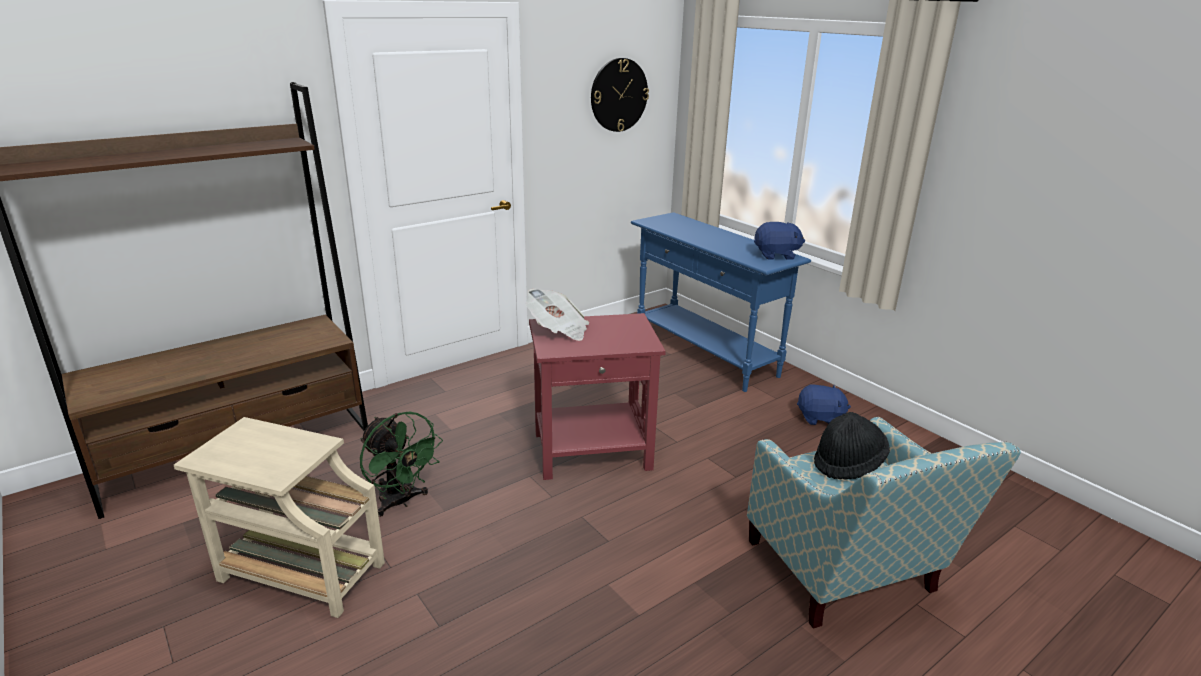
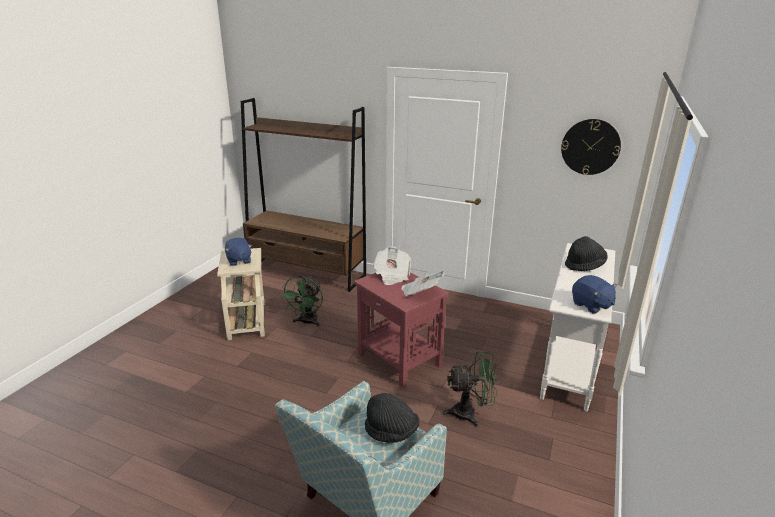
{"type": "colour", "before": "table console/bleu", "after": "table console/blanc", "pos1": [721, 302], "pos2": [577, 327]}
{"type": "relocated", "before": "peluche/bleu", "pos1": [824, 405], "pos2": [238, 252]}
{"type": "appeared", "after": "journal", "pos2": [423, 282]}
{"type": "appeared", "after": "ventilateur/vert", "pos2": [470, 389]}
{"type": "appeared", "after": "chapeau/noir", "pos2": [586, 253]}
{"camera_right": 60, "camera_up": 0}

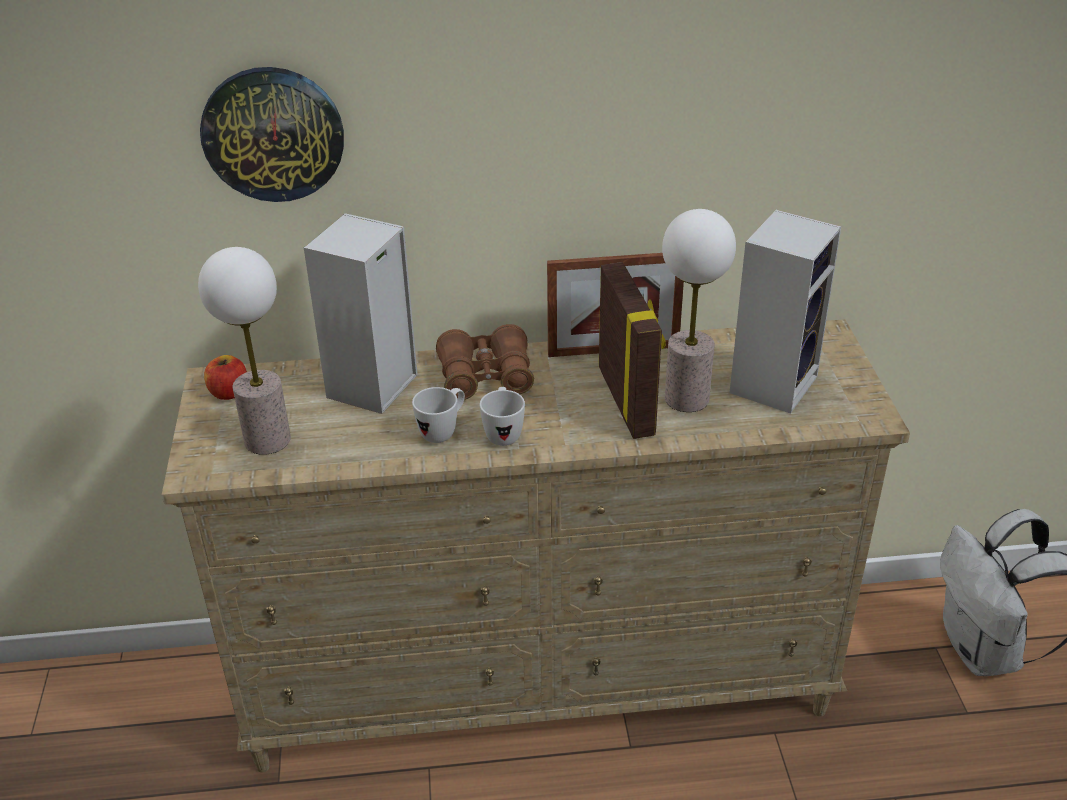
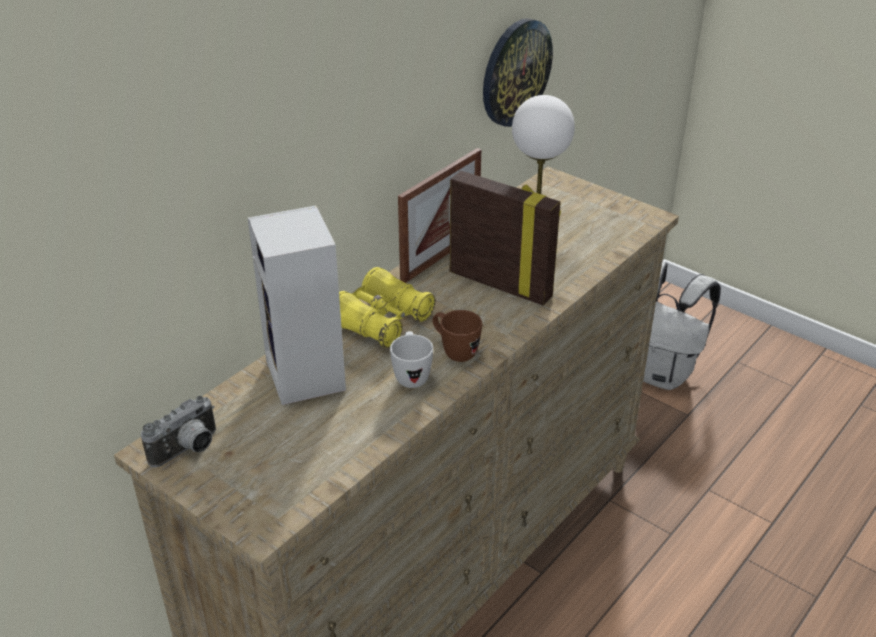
{"type": "missing", "before": "lampe de table", "pos1": [244, 351]}
{"type": "relocated", "before": "horloge murale", "pos1": [272, 134], "pos2": [518, 72]}
{"type": "exchanged", "before": "pomme", "after": "appareil photo", "pos1": [225, 377], "pos2": [178, 432]}
{"type": "colour", "before": "jumelles/marron", "after": "jumelles/jaune", "pos1": [485, 362], "pos2": [387, 307]}
{"type": "colour", "before": "mug/blanc", "after": "mug/marron", "pos1": [502, 416], "pos2": [457, 336]}
{"type": "missing", "before": "enceinte", "pos1": [785, 312]}
{"camera_right": -45, "camera_up": 0}

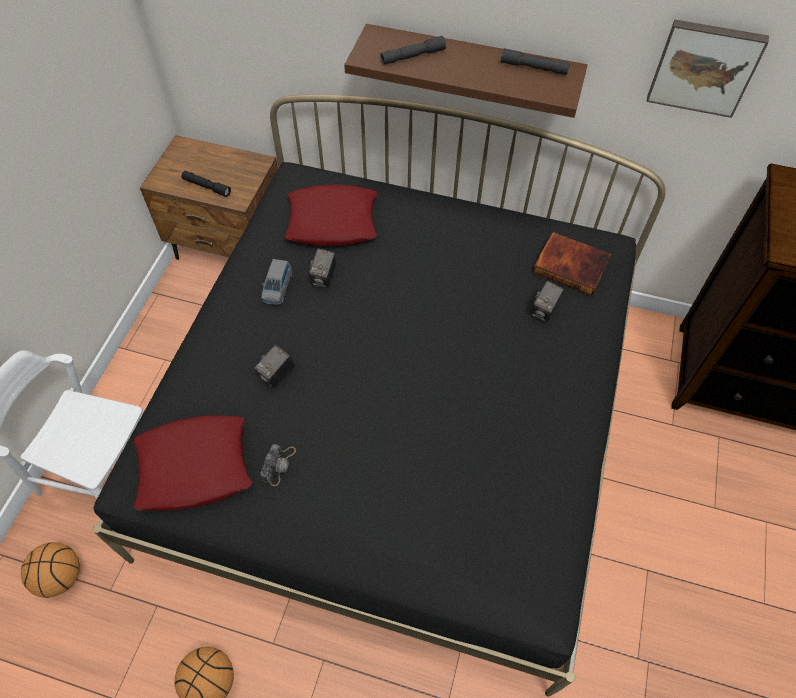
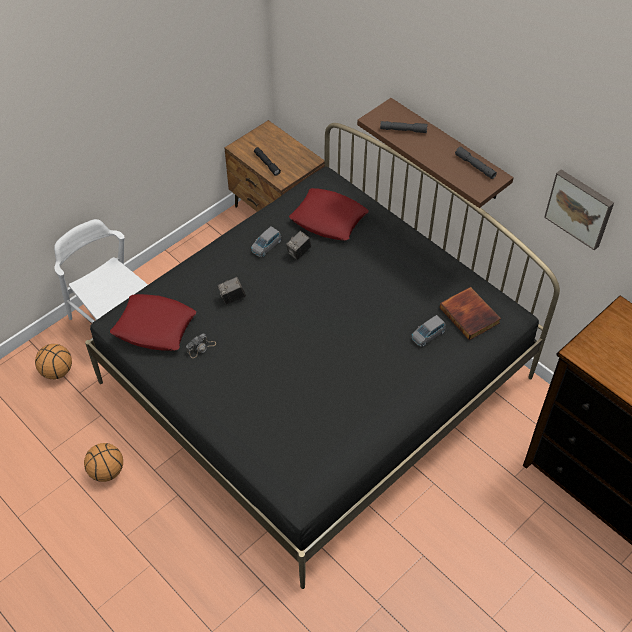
{"type": "exchanged", "before": "appareil photo", "after": "petite voiture/gris", "pos1": [547, 301], "pos2": [429, 331]}
{"camera_right": 30, "camera_up": -5}

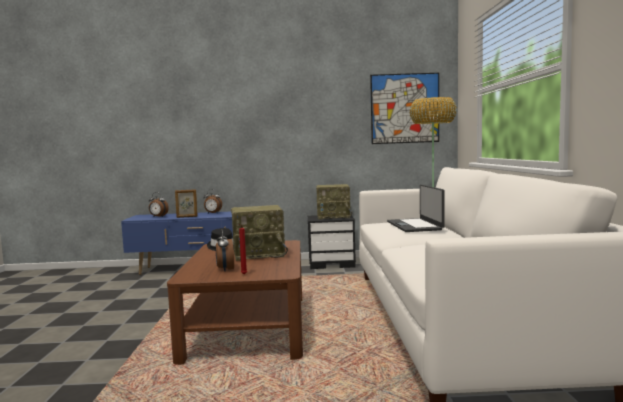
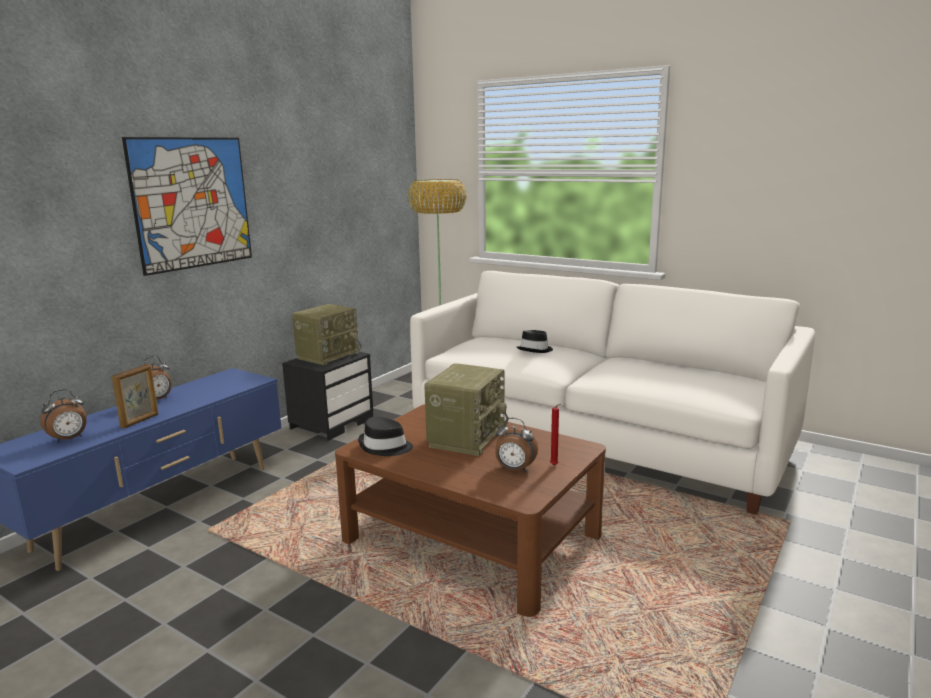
{"type": "relocated", "before": "tableau", "pos1": [404, 108], "pos2": [187, 206]}
{"type": "exchanged", "before": "ordinateur portable", "after": "chapeau/noir", "pos1": [416, 208], "pos2": [535, 341]}
{"camera_right": -55, "camera_up": 10}

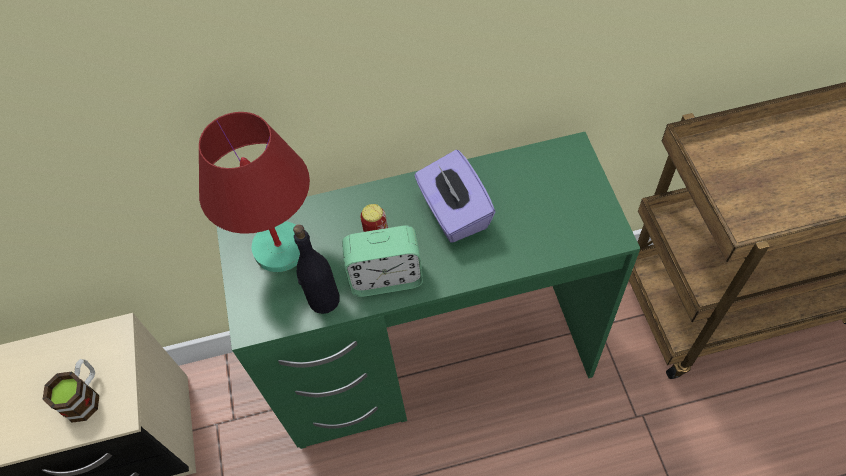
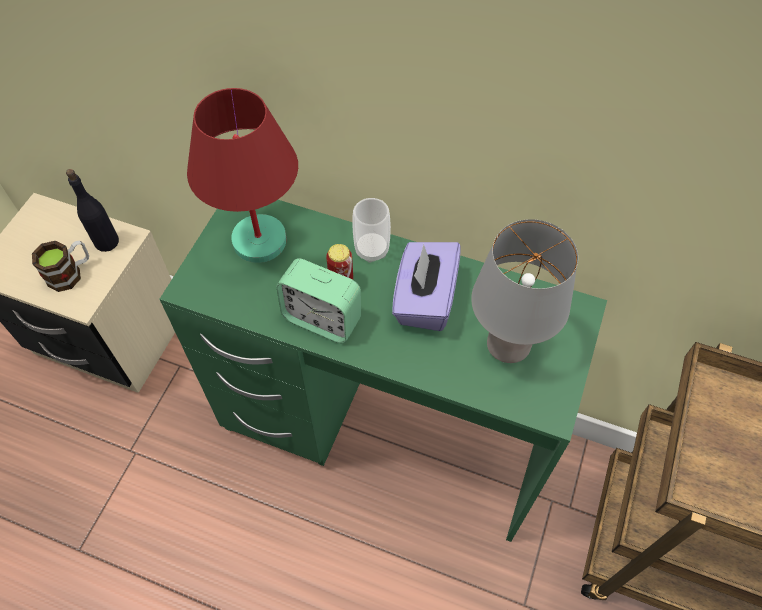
{"type": "relocated", "before": "bouteille/noir", "pos1": [316, 269], "pos2": [92, 210]}
{"type": "appeared", "after": "tasse", "pos2": [371, 230]}
{"type": "appeared", "after": "lampe de table/gris", "pos2": [524, 291]}
{"camera_right": 30, "camera_up": 0}

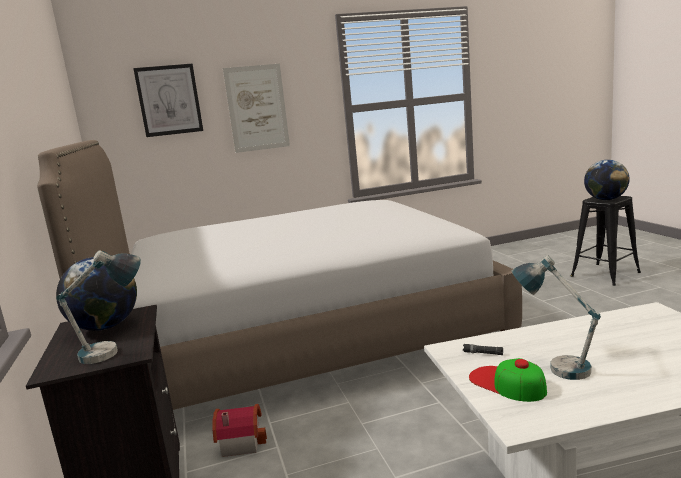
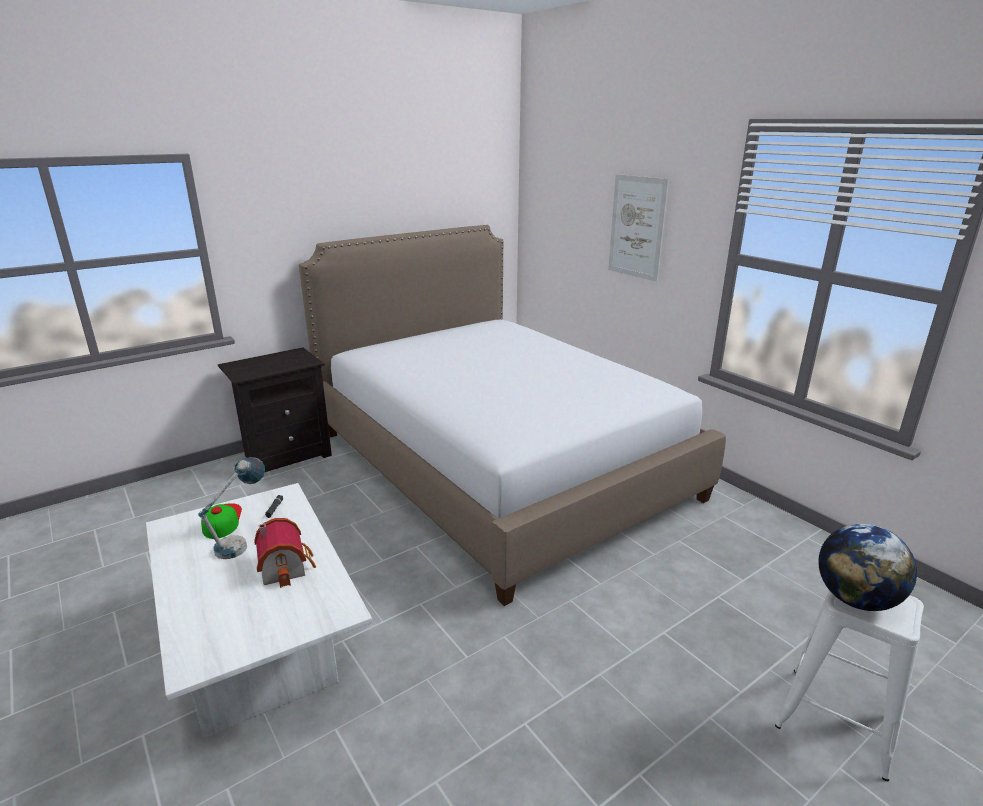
{"type": "missing", "before": "lampe de table", "pos1": [98, 307]}
{"type": "missing", "before": "globe", "pos1": [96, 294]}
{"type": "missing", "before": "tableau", "pos1": [168, 100]}
{"type": "relocated", "before": "maison miniature", "pos1": [240, 430], "pos2": [285, 553]}
{"type": "spun", "before": "casquette", "pos1": [508, 380], "pos2": [221, 521], "turn": -45}
{"type": "colour", "before": "tabouret/noir", "after": "tabouret/blanc", "pos1": [606, 241], "pos2": [849, 685]}
{"camera_right": 70, "camera_up": 10}

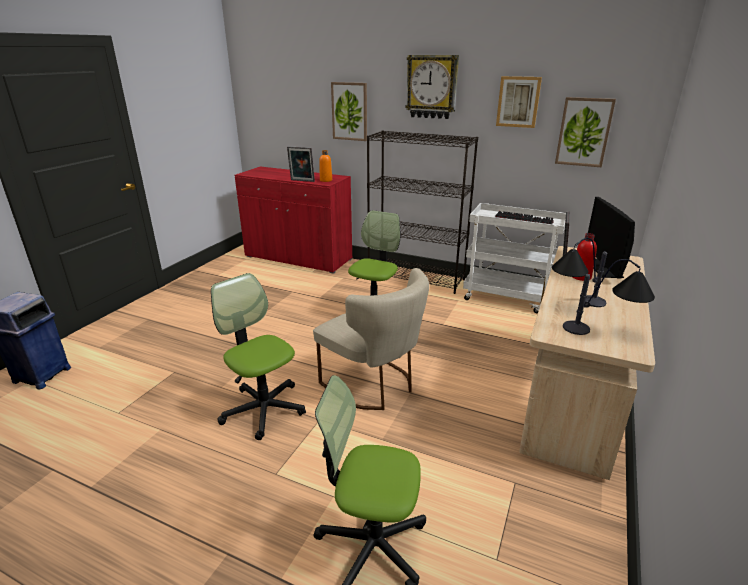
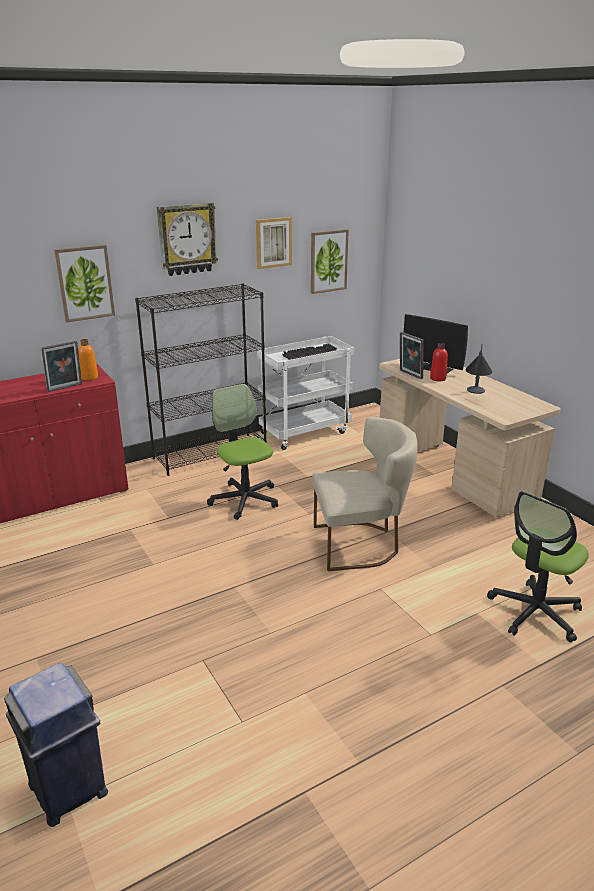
{"type": "missing", "before": "chaise de bureau", "pos1": [258, 356]}
{"type": "missing", "before": "lampe de table", "pos1": [609, 297]}
{"camera_right": -55, "camera_up": 0}

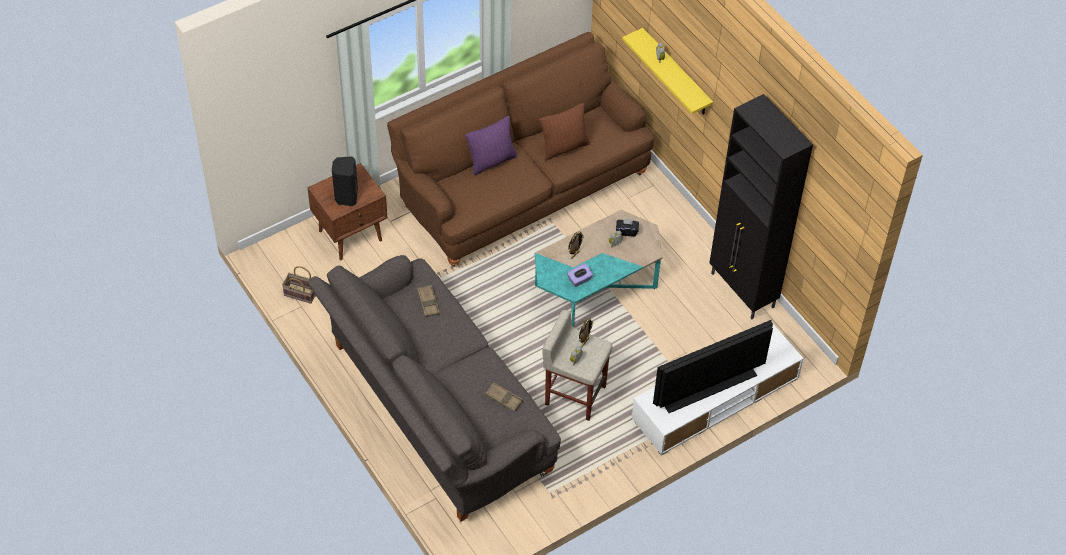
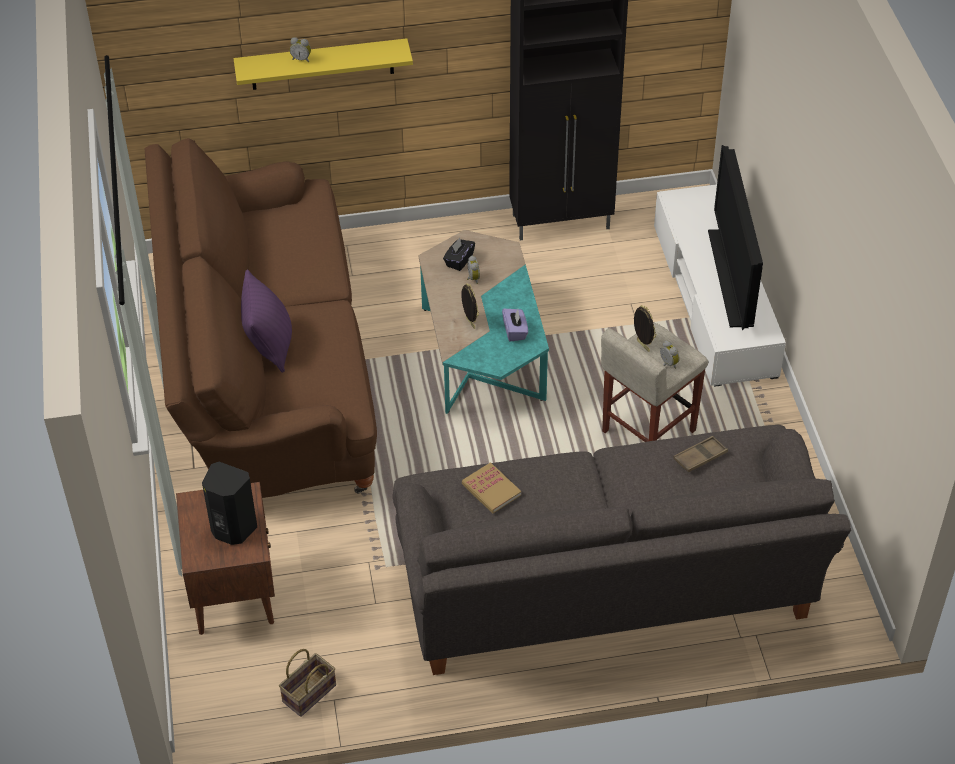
{"type": "exchanged", "before": "plateau/marron", "after": "livre", "pos1": [428, 301], "pos2": [491, 487]}
{"type": "missing", "before": "coussin/marron", "pos1": [564, 132]}
{"camera_right": -65, "camera_up": -5}

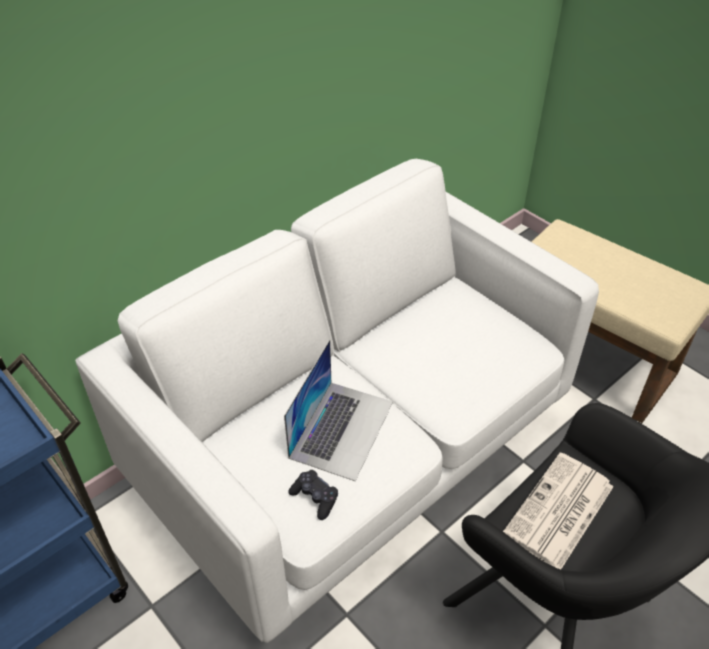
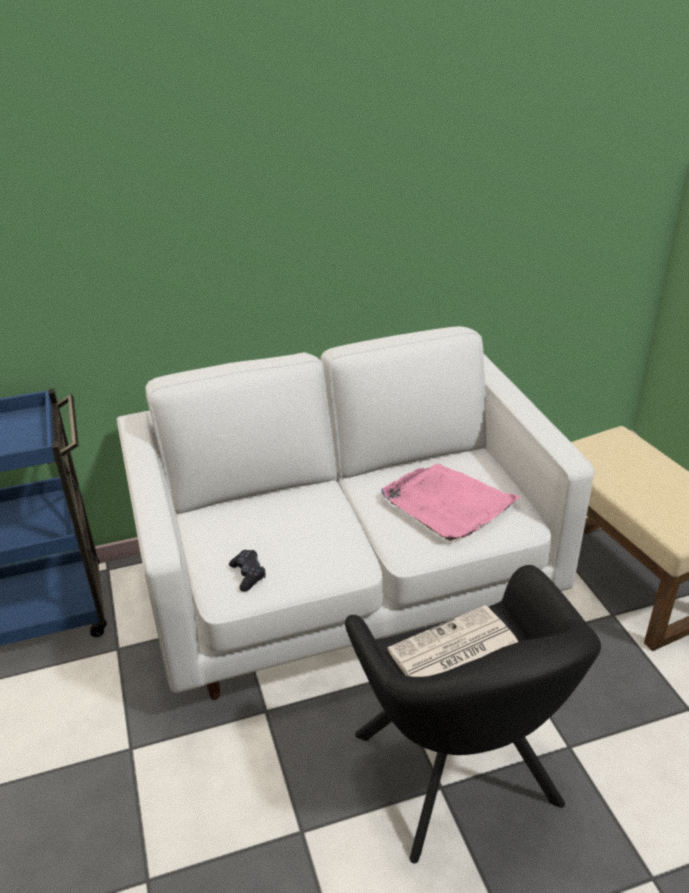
{"type": "missing", "before": "ordinateur portable", "pos1": [338, 410]}
{"type": "appeared", "after": "plateau/rose", "pos2": [451, 502]}
{"camera_right": 25, "camera_up": -10}

